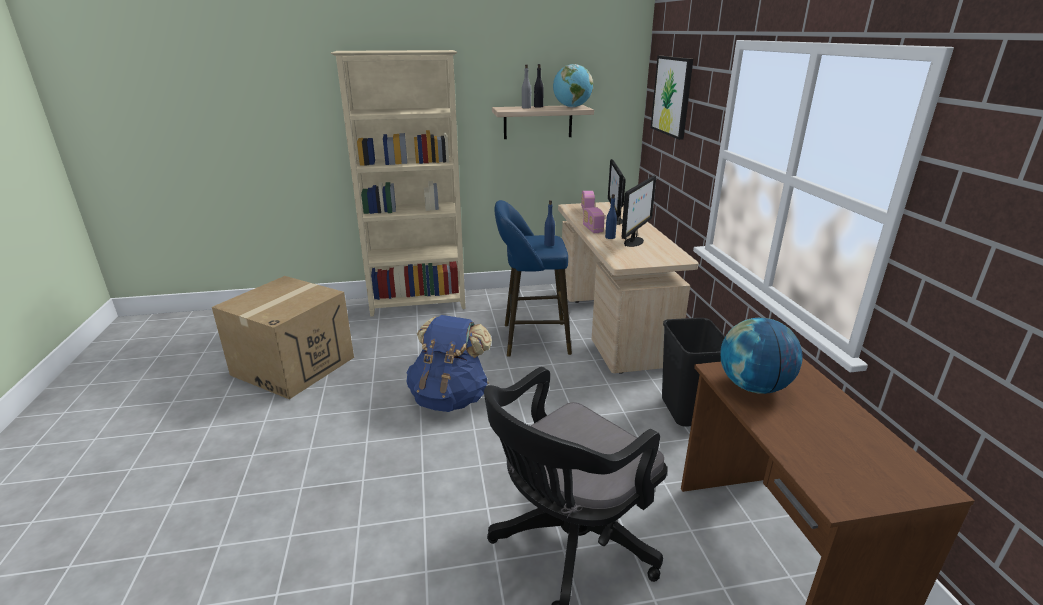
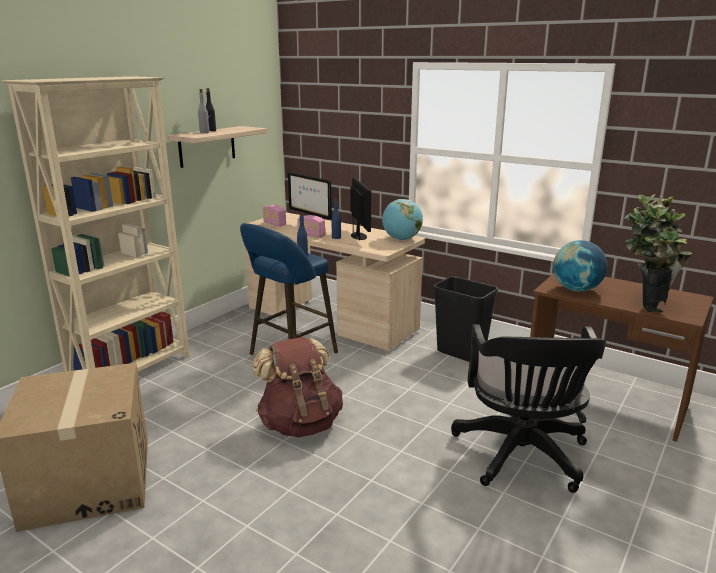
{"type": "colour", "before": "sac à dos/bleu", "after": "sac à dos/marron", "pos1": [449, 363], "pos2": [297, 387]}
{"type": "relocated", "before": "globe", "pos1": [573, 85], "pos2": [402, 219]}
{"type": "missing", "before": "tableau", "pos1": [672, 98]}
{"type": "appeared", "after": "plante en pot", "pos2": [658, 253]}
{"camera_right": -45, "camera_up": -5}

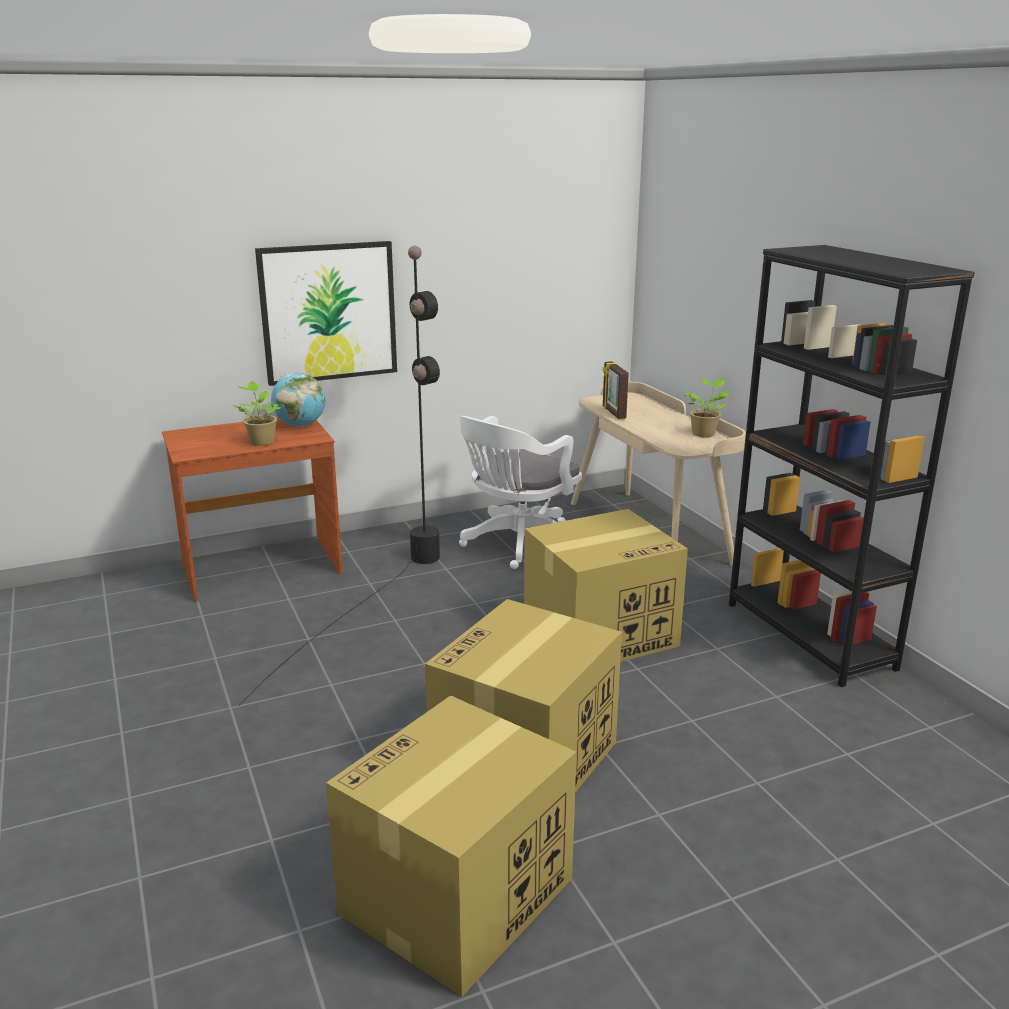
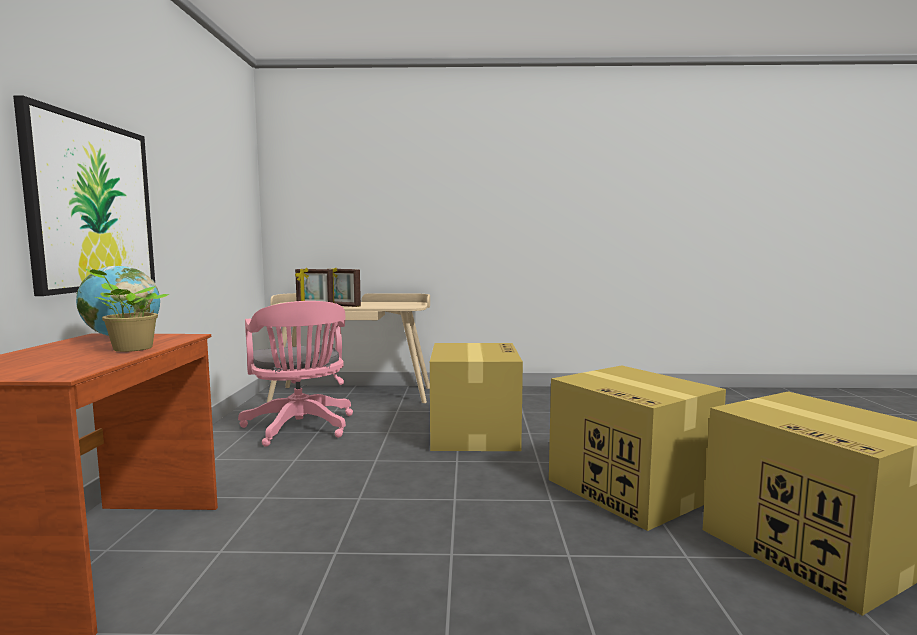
{"type": "missing", "before": "lampadaire/noir", "pos1": [339, 476]}
{"type": "colour", "before": "chaise de bureau/blanc", "after": "chaise de bureau/rose", "pos1": [520, 492], "pos2": [295, 374]}
{"type": "missing", "before": "plante en pot", "pos1": [708, 408]}
{"type": "missing", "before": "bibliothèque/noir", "pos1": [852, 466]}
{"type": "appeared", "after": "cadre photo", "pos2": [347, 287]}
{"camera_right": -65, "camera_up": -15}

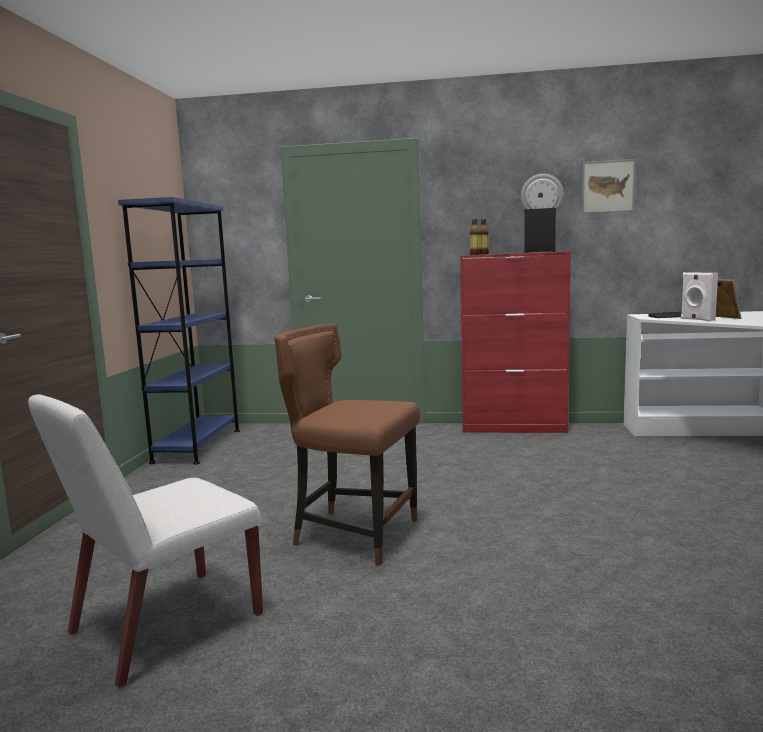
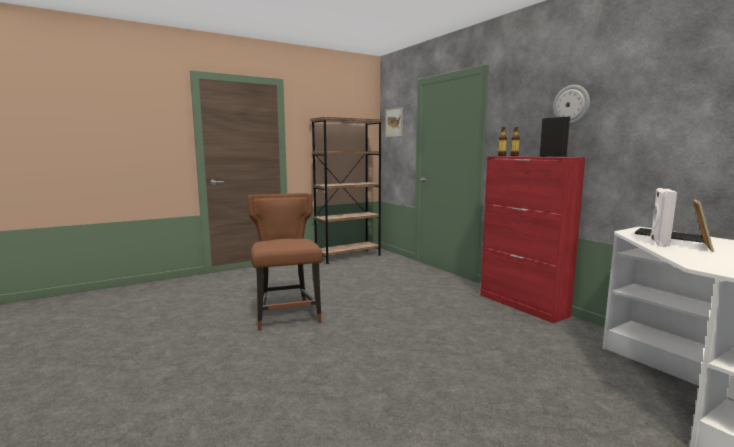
{"type": "missing", "before": "chaise/blanc", "pos1": [145, 541]}
{"type": "colour", "before": "bibliothèque/bleu", "after": "bibliothèque/marron", "pos1": [179, 331], "pos2": [346, 190]}
{"type": "relocated", "before": "tableau", "pos1": [608, 186], "pos2": [394, 122]}
{"camera_right": 50, "camera_up": 0}

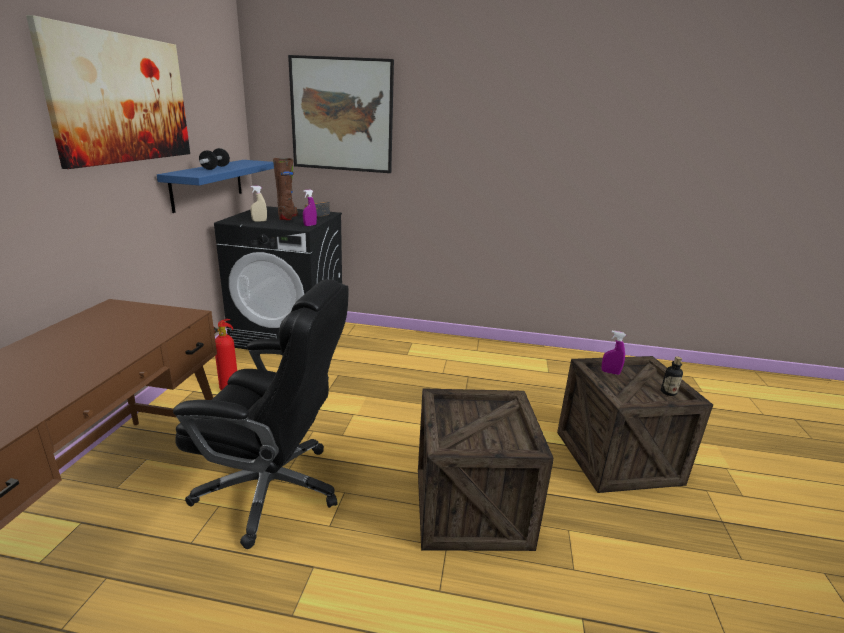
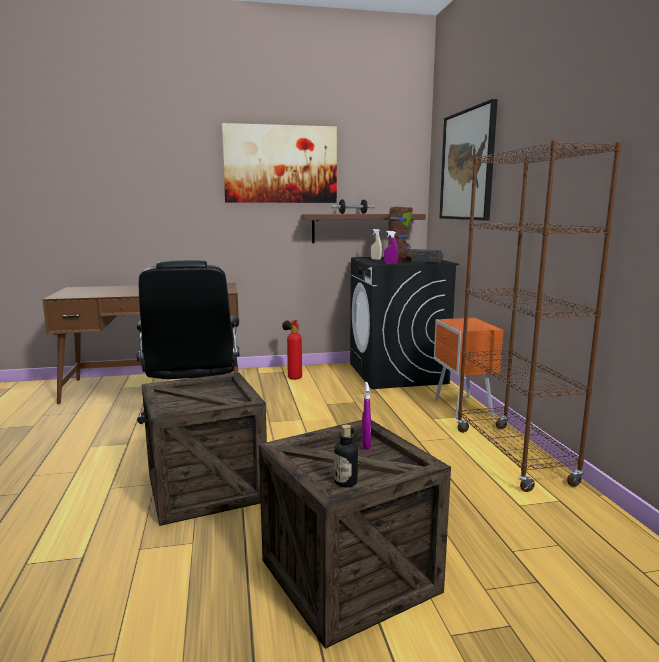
{"type": "colour", "before": "étagère/bleu", "after": "étagère/marron", "pos1": [215, 186], "pos2": [363, 228]}
{"type": "appeared", "after": "table de chevet/orange", "pos2": [468, 368]}
{"type": "appeared", "after": "bibliothèque/marron", "pos2": [539, 316]}
{"camera_right": 70, "camera_up": -10}

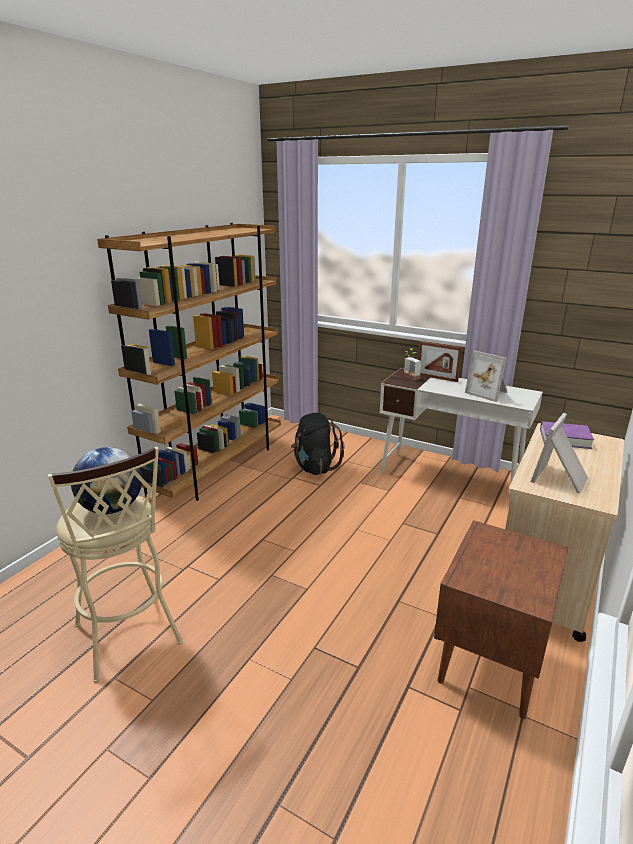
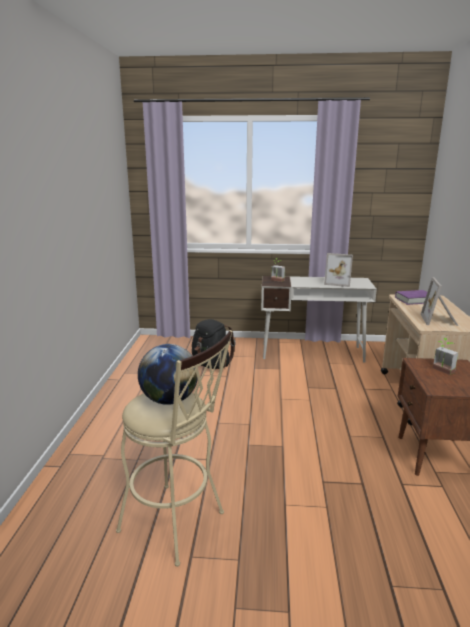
{"type": "missing", "before": "bibliothèque/marron", "pos1": [189, 362]}
{"type": "missing", "before": "cadre photo", "pos1": [440, 361]}
{"type": "appeared", "after": "plante en pot", "pos2": [445, 356]}
{"camera_right": -25, "camera_up": -5}

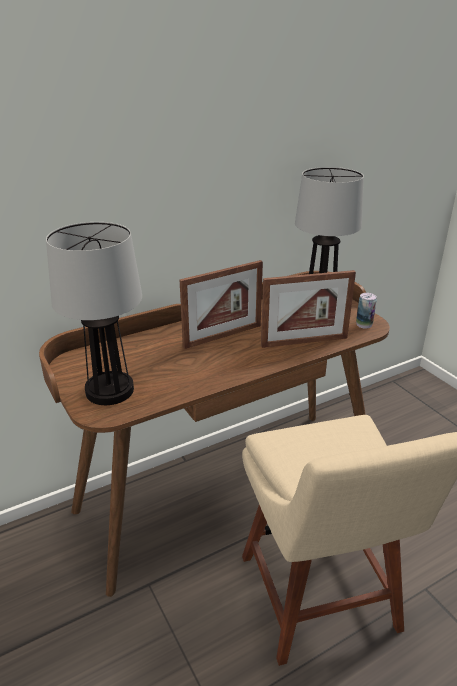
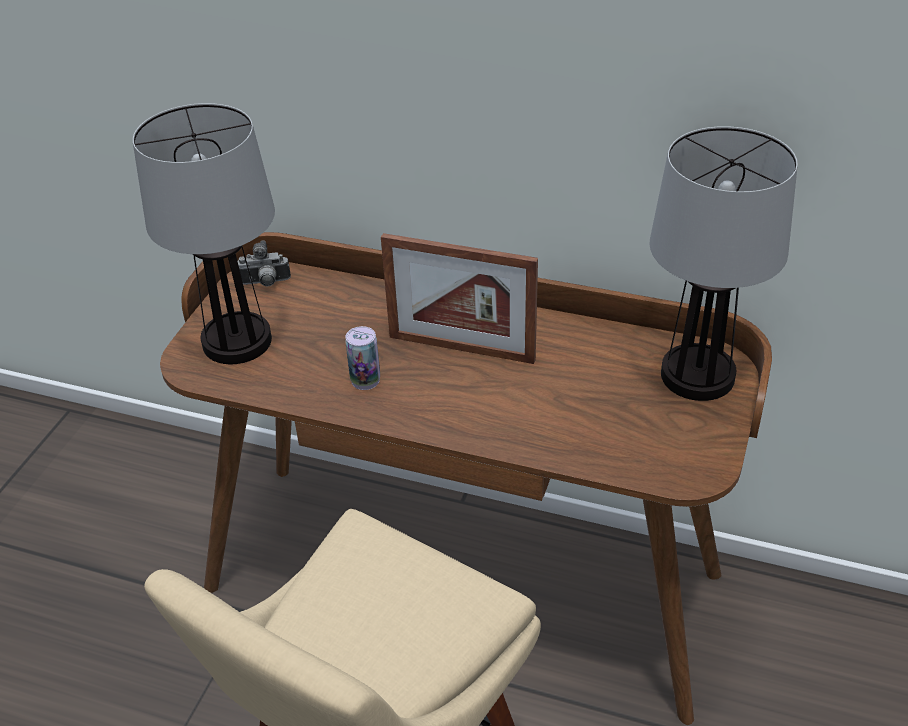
{"type": "missing", "before": "cadre photo", "pos1": [308, 309]}
{"type": "relocated", "before": "boîte métallique", "pos1": [366, 311], "pos2": [362, 358]}
{"type": "appeared", "after": "appareil photo", "pos2": [264, 263]}
{"camera_right": 50, "camera_up": 10}

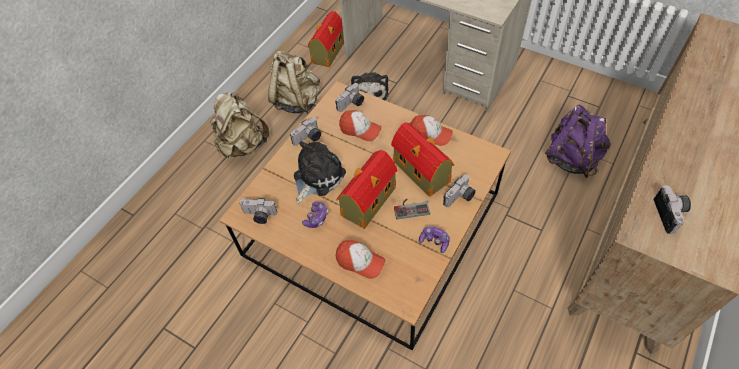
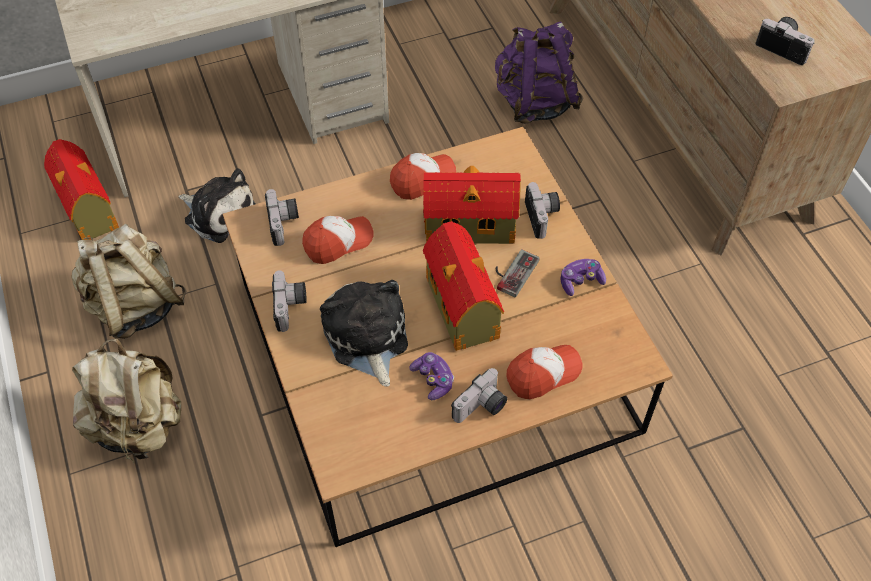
{"type": "relocated", "before": "appareil photo", "pos1": [258, 211], "pos2": [479, 395]}
{"camera_right": -55, "camera_up": 0}

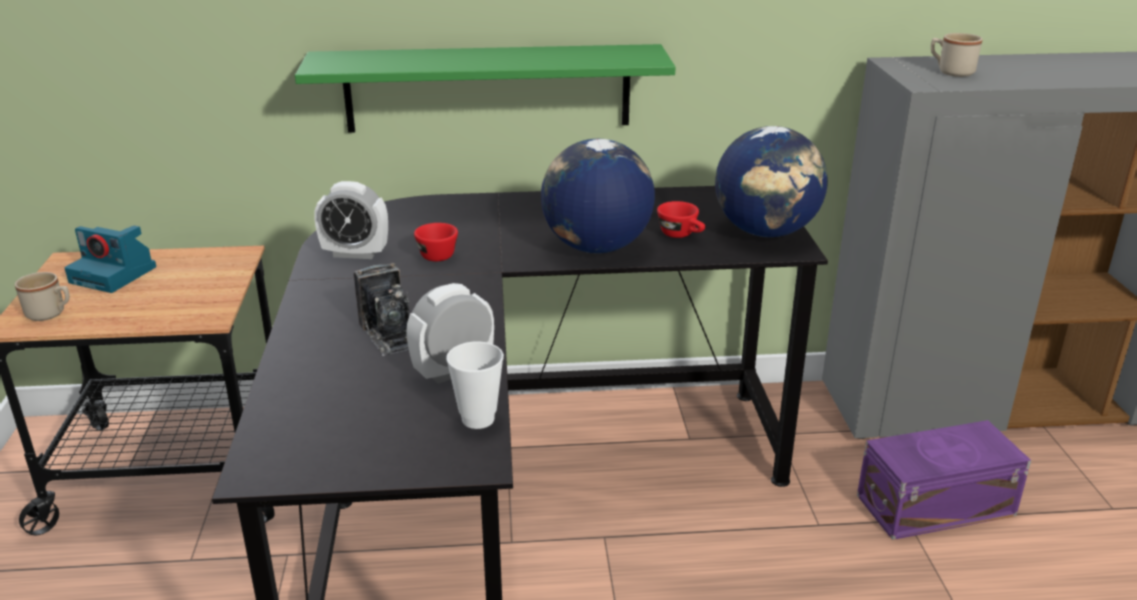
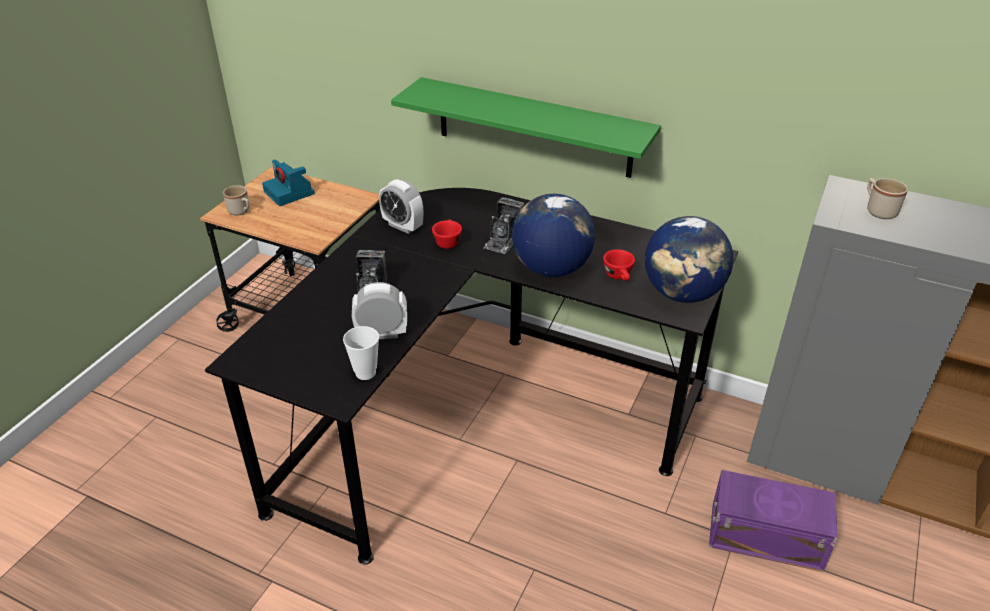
{"type": "appeared", "after": "appareil photo", "pos2": [503, 225]}
{"camera_right": 30, "camera_up": 10}

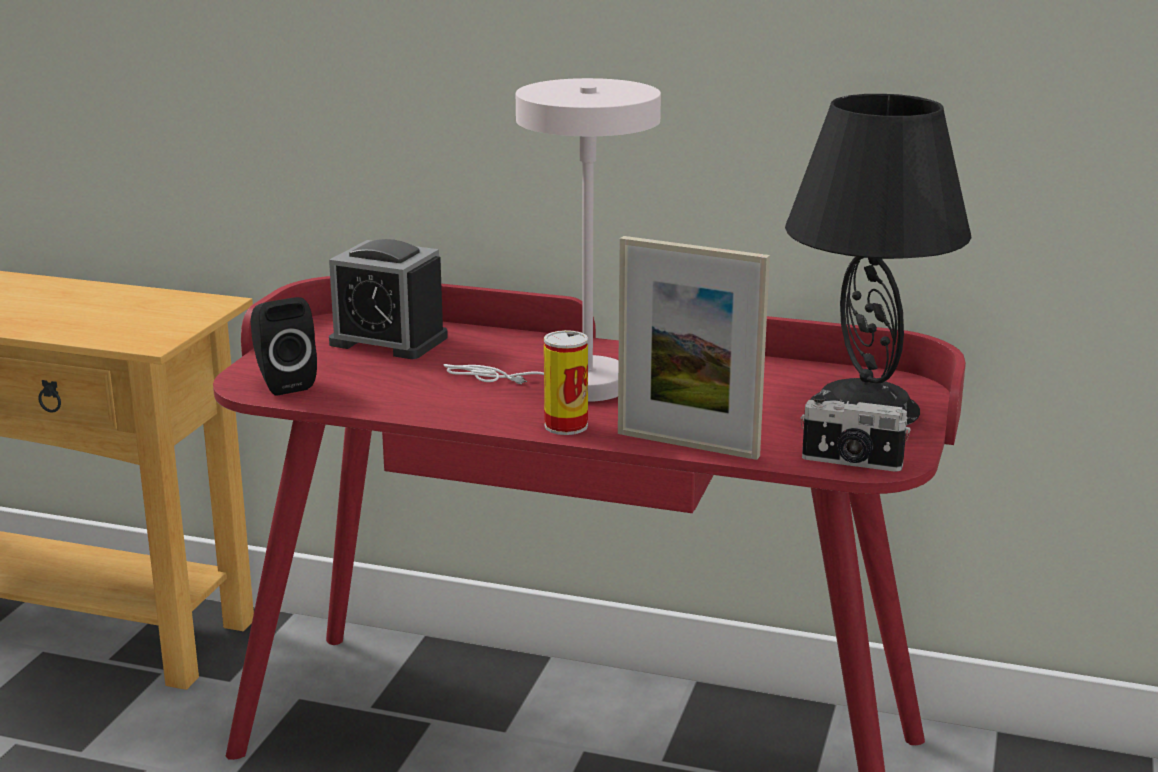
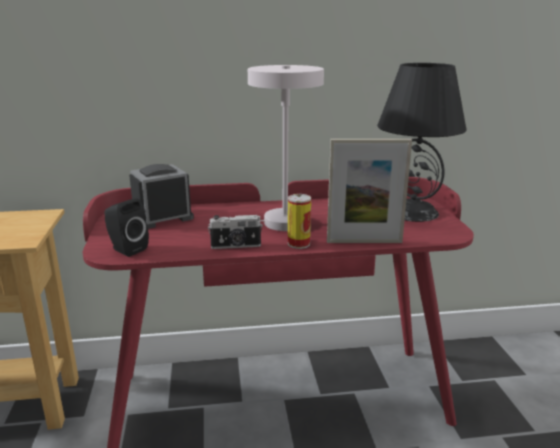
{"type": "spun", "before": "réveil", "pos1": [388, 299], "pos2": [161, 196], "turn": 150}
{"type": "relocated", "before": "appareil photo", "pos1": [856, 433], "pos2": [235, 232]}
{"camera_right": -25, "camera_up": 0}

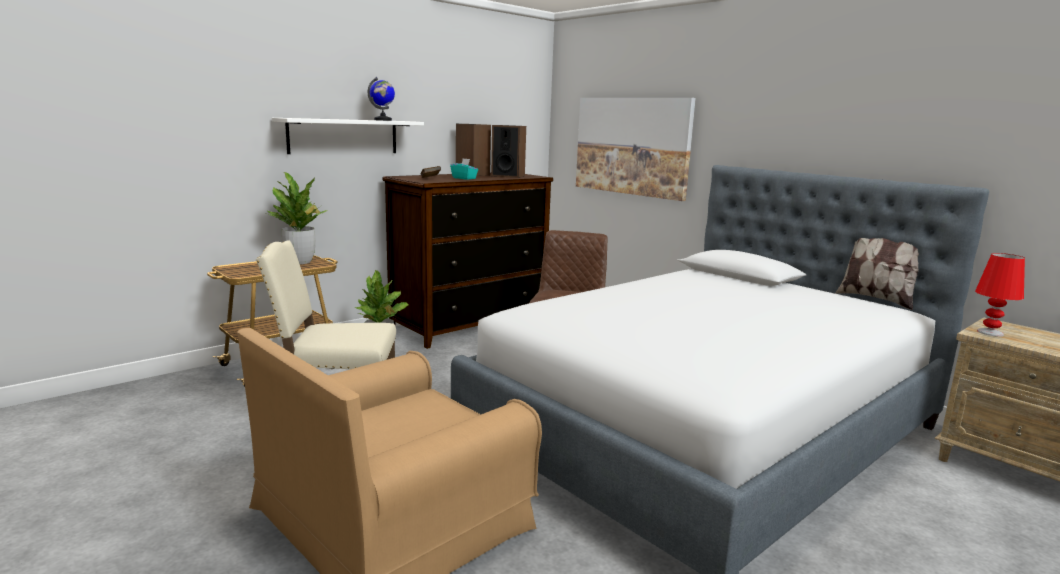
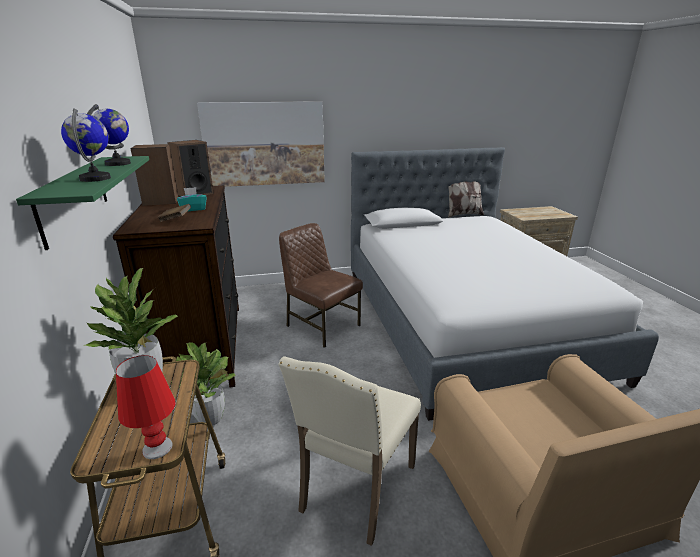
{"type": "colour", "before": "étagère/blanc", "after": "étagère/vert", "pos1": [348, 136], "pos2": [82, 203]}
{"type": "relocated", "before": "lampe de table/rouge", "pos1": [1000, 295], "pos2": [146, 407]}
{"type": "appeared", "after": "globe", "pos2": [86, 145]}
{"camera_right": -60, "camera_up": 10}

